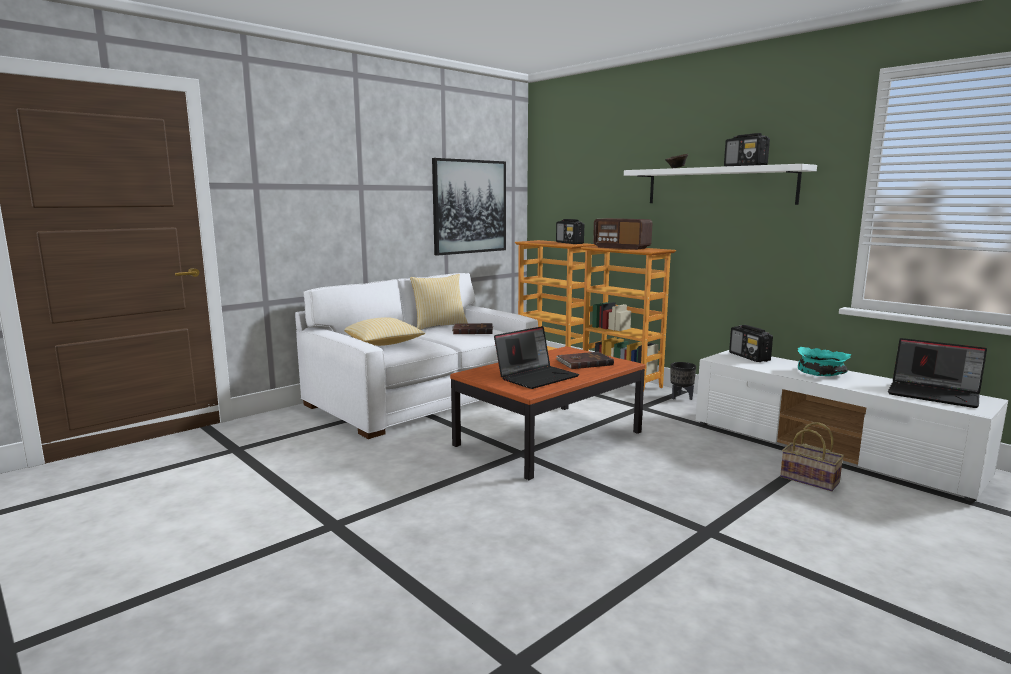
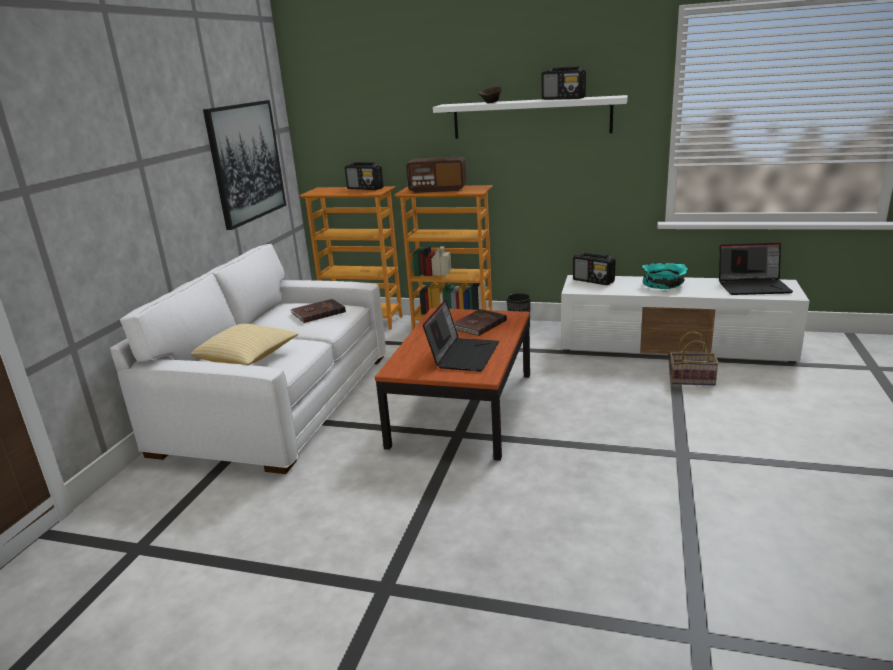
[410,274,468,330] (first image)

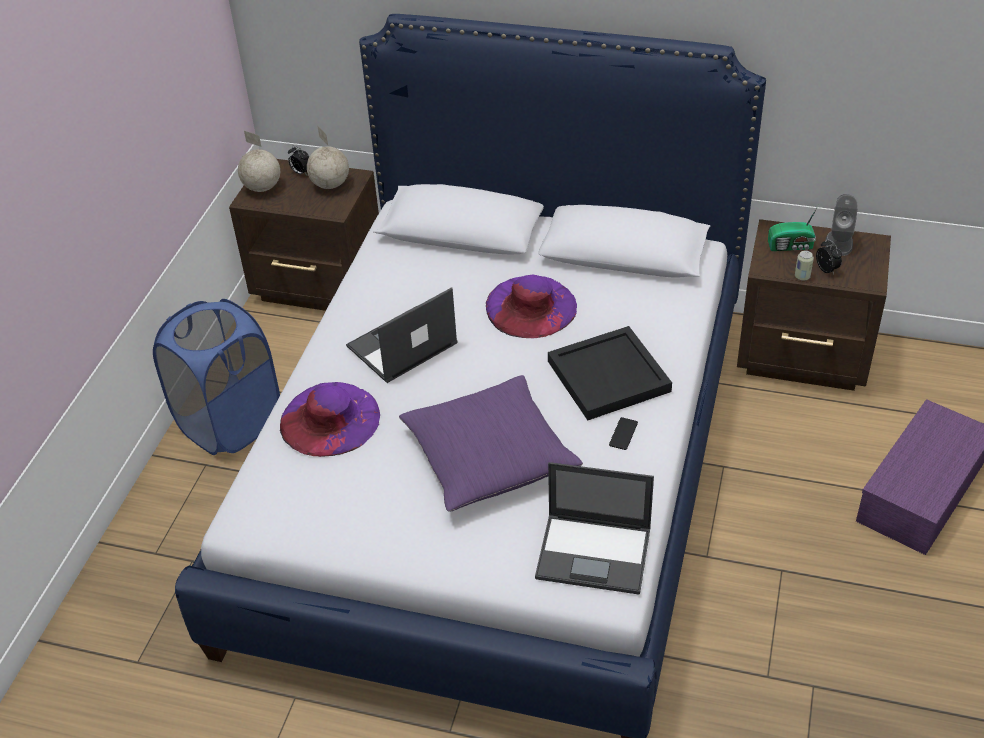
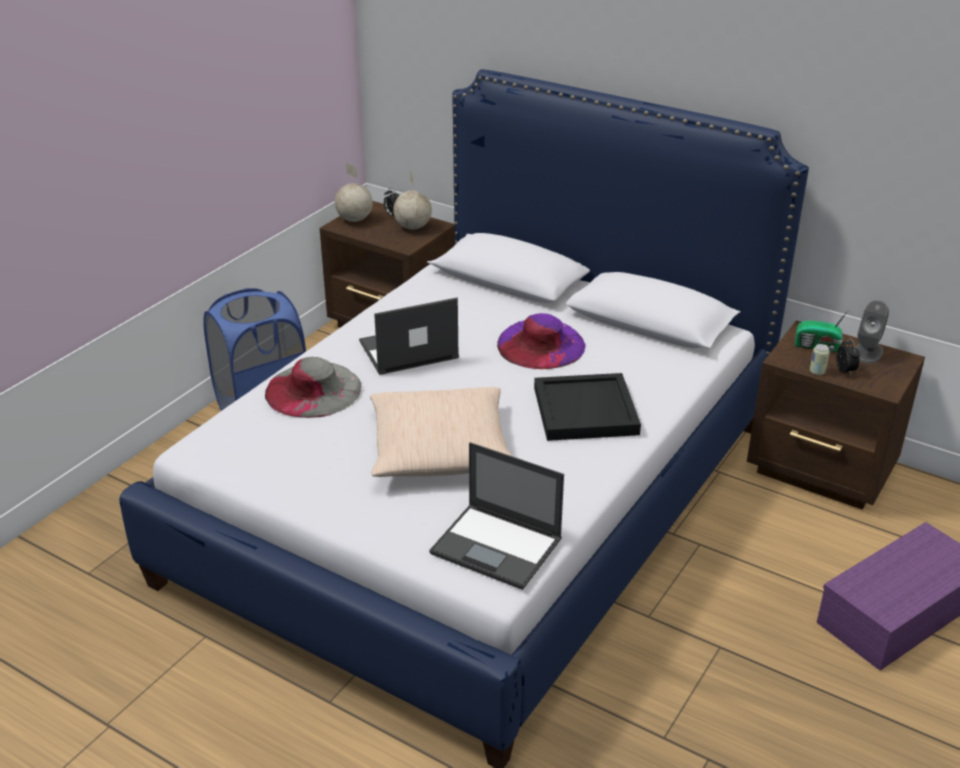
[265,357,361,418]
[370,387,513,477]
[609,417,638,450] (first image)

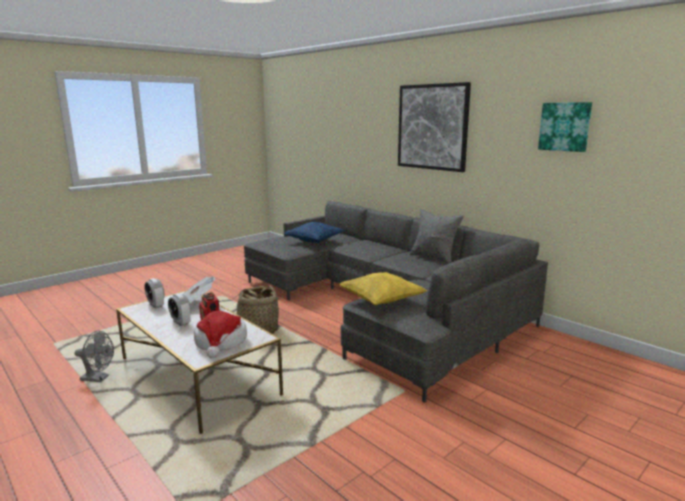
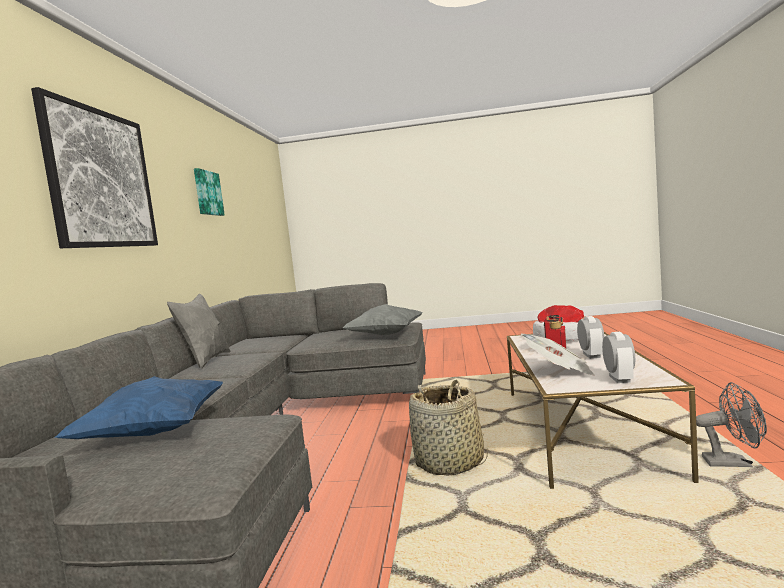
[696,382,767,467]
[343,304,422,335]

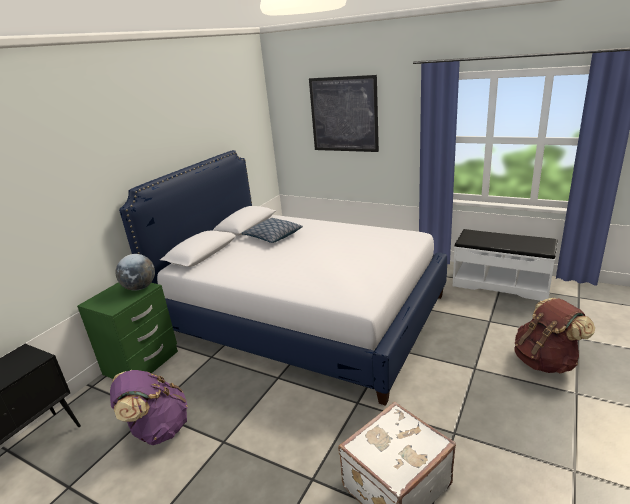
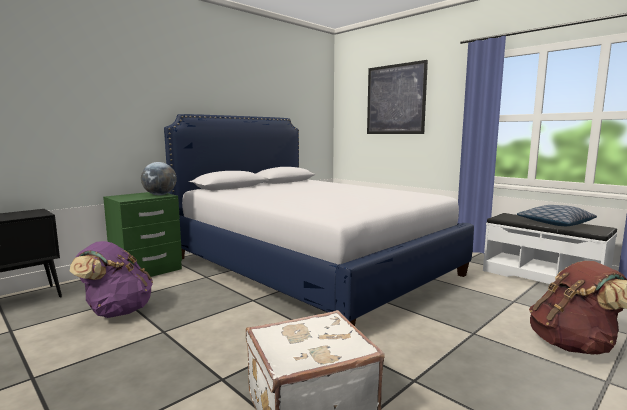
[517,205,597,226]

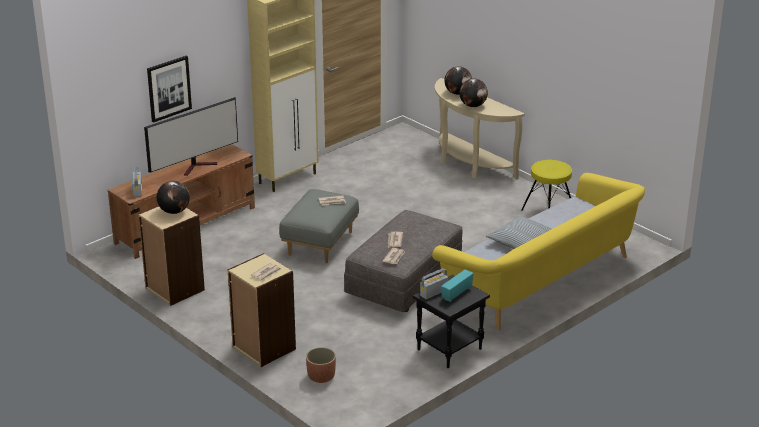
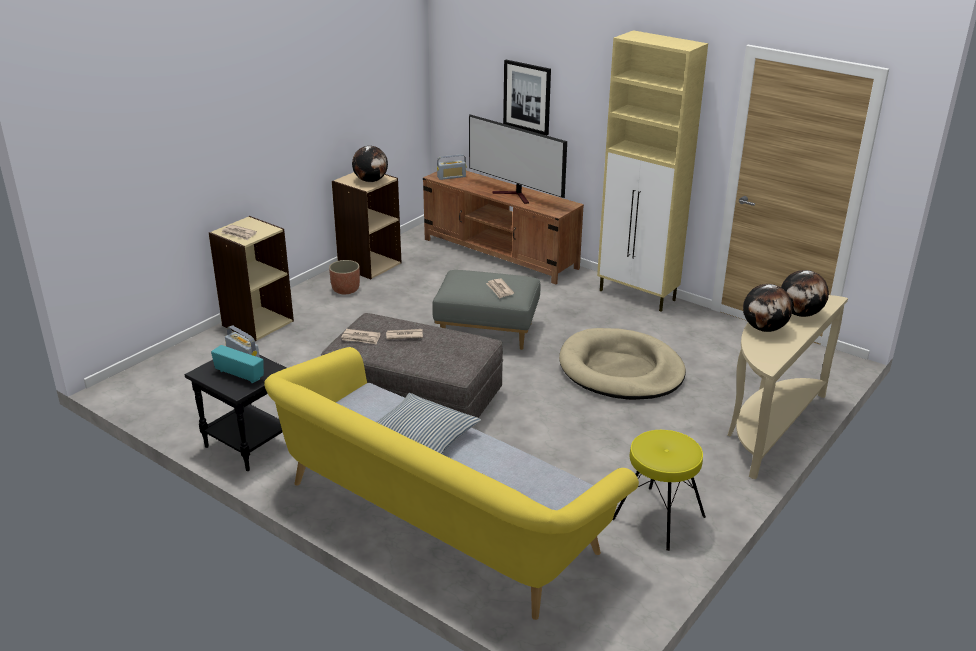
[329,260,360,294]
[559,328,686,400]

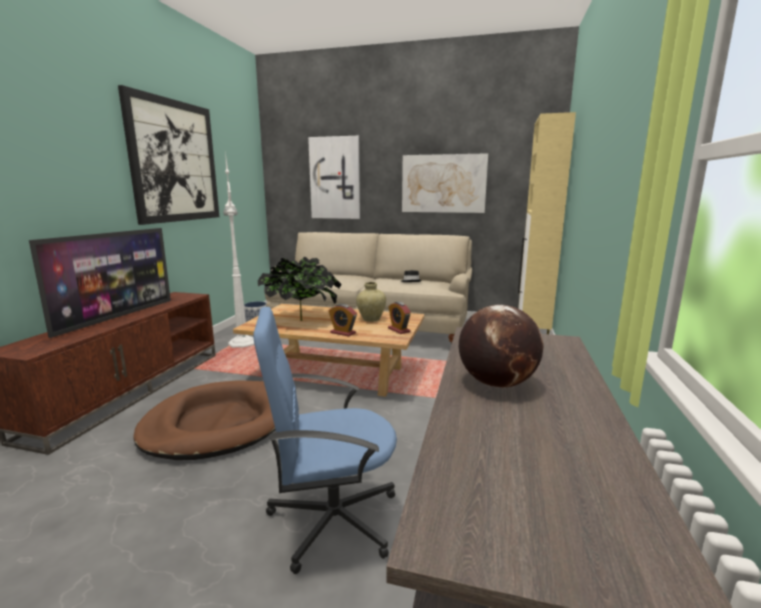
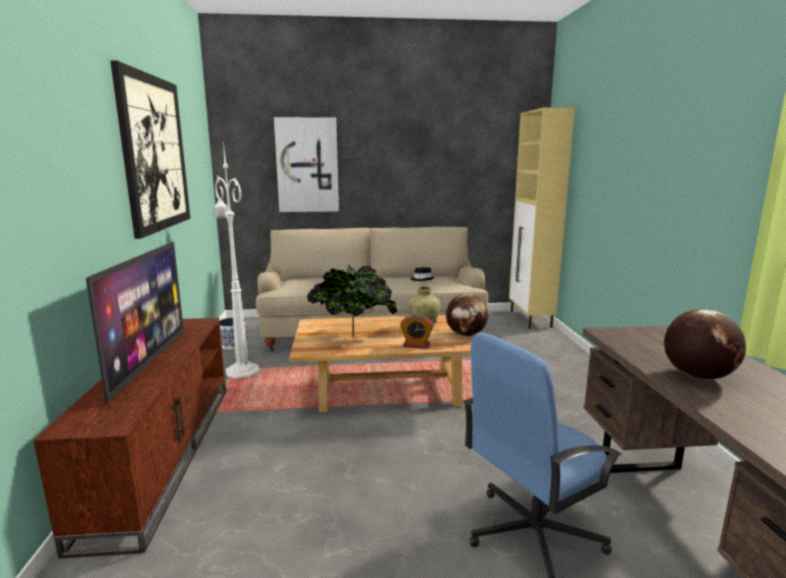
[133,380,276,460] (first image)
[446,294,489,336]
[402,153,488,213] (first image)

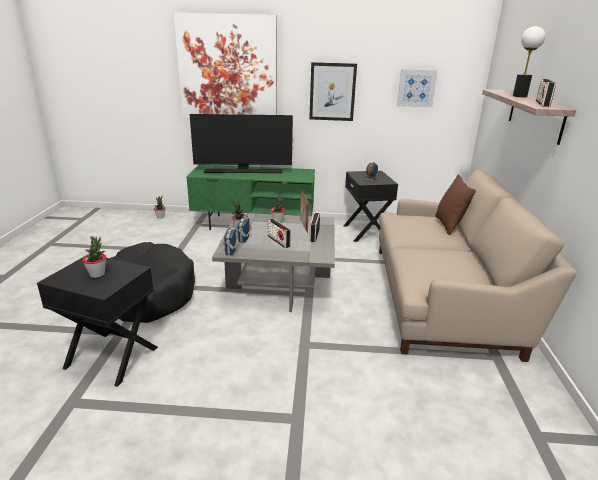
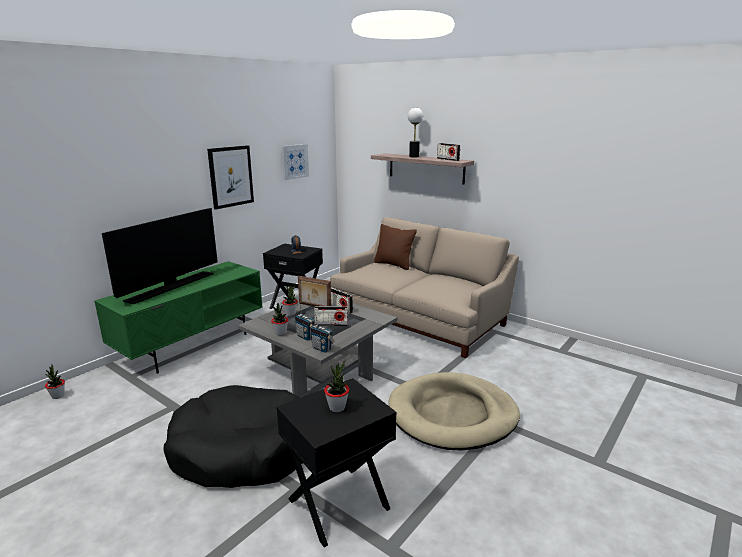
[174,13,277,119] (first image)
[388,372,520,450]

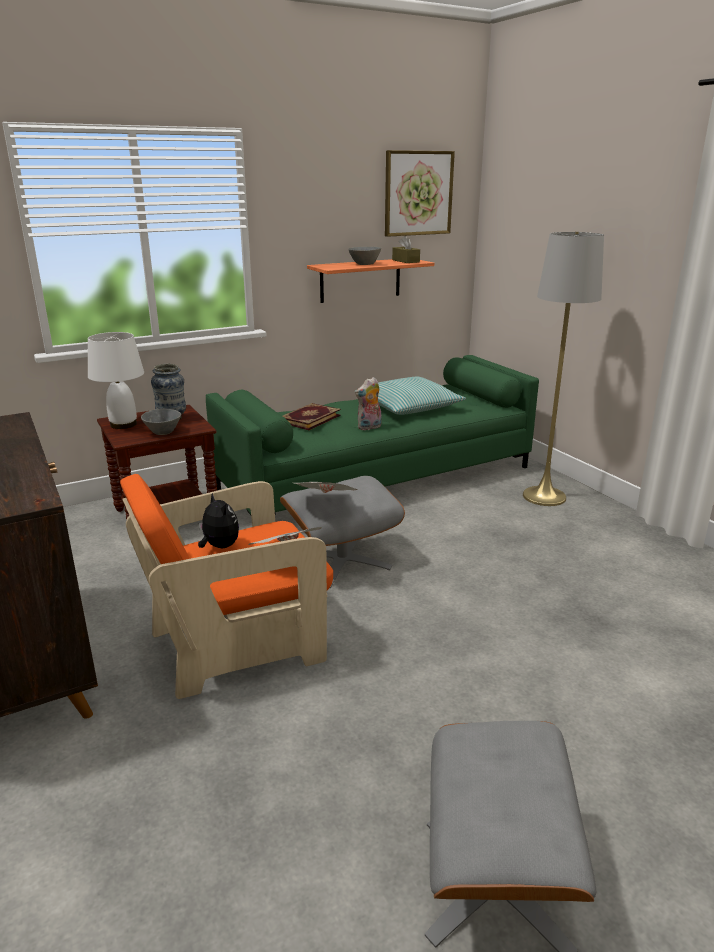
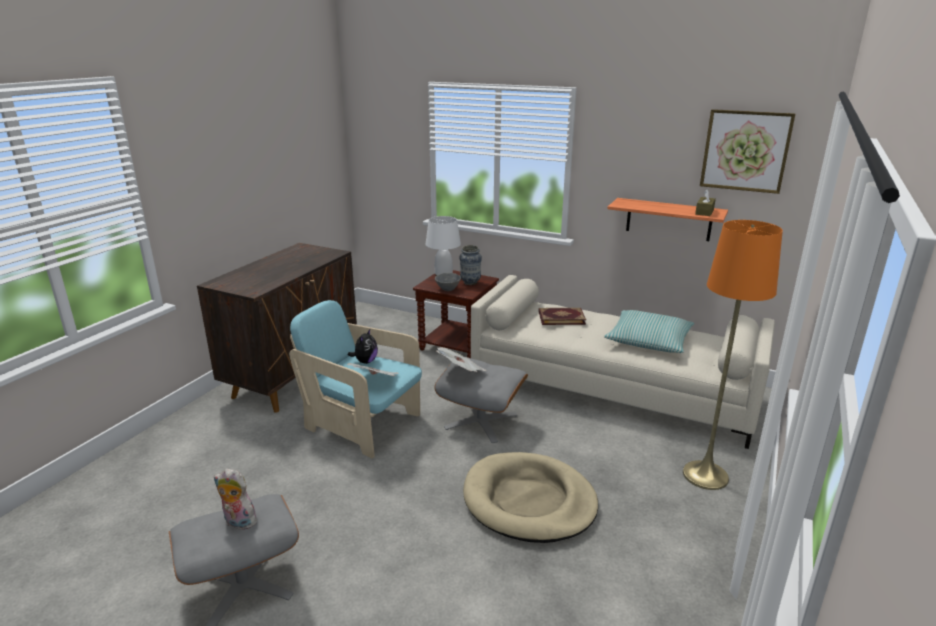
[289,300,422,459]
[471,275,775,449]
[348,247,381,265] (first image)
[214,468,259,530]
[683,220,783,490]
[463,452,598,543]

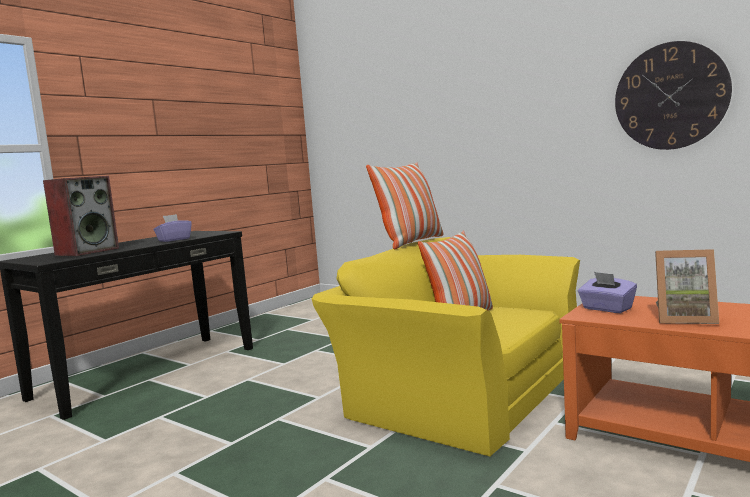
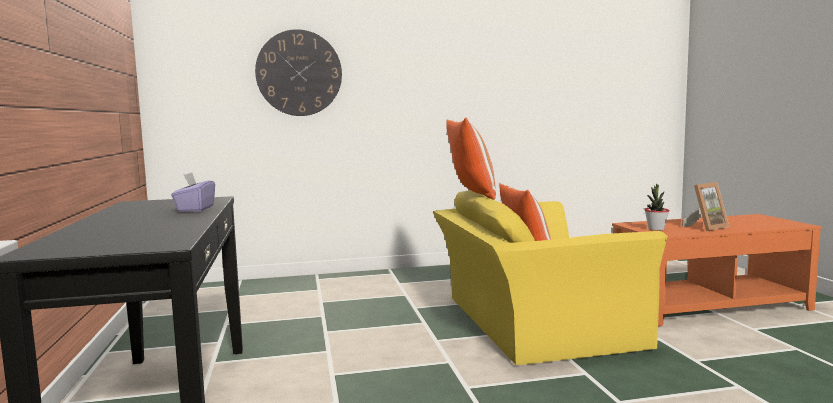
[43,176,119,256] (first image)
[645,184,670,231]
[255,29,342,116]

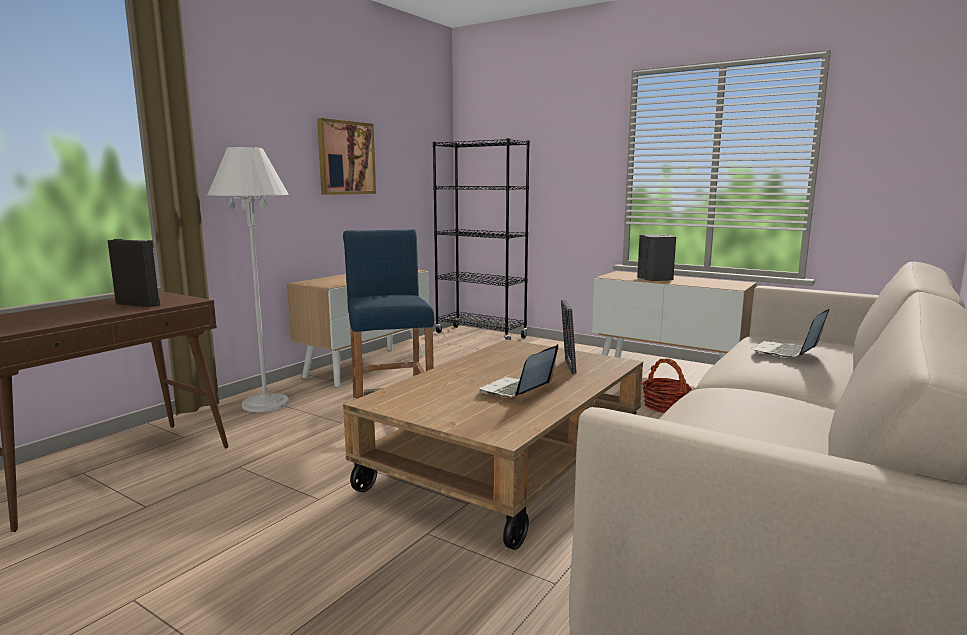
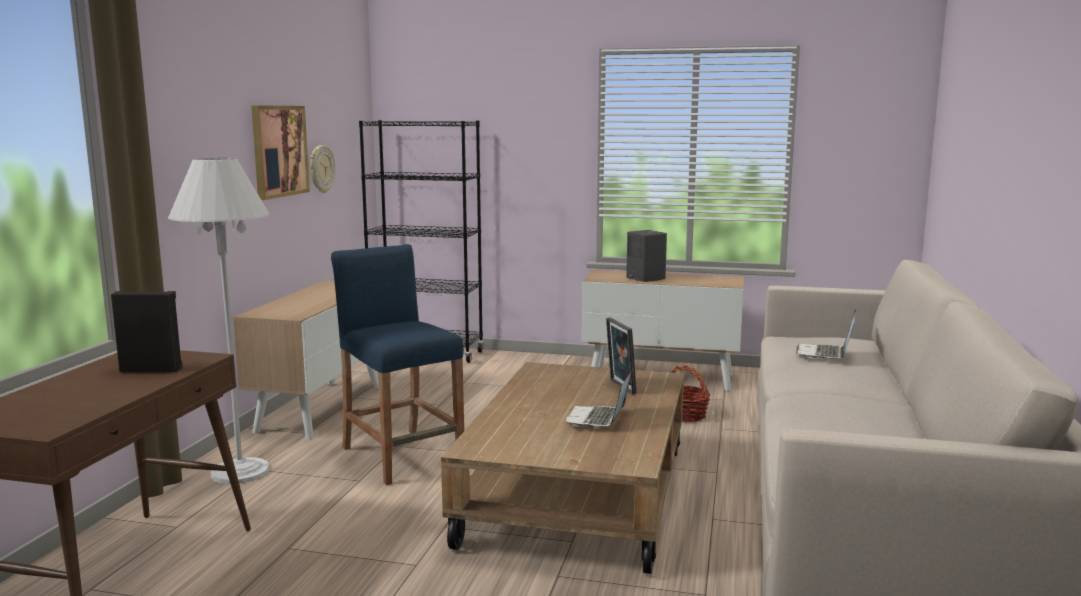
[310,145,335,193]

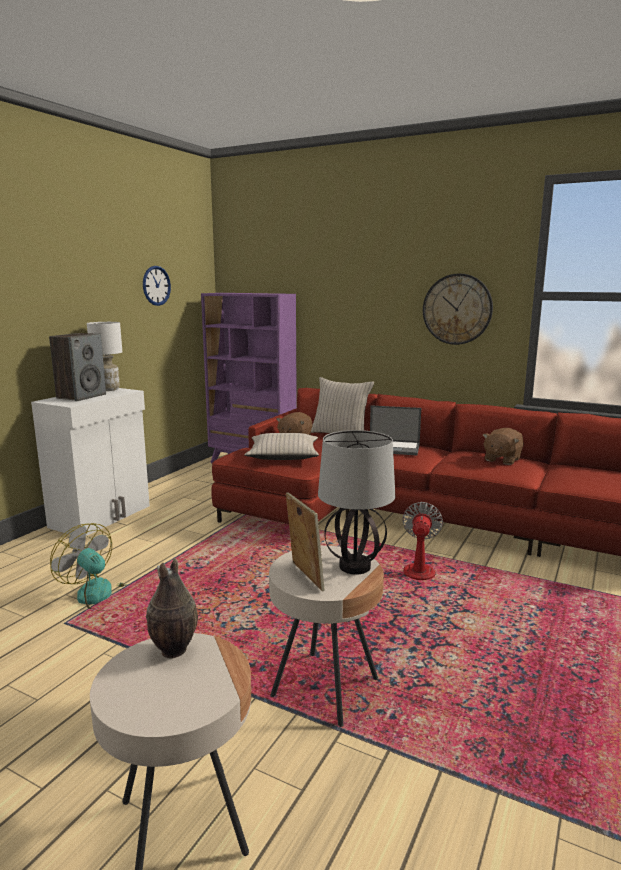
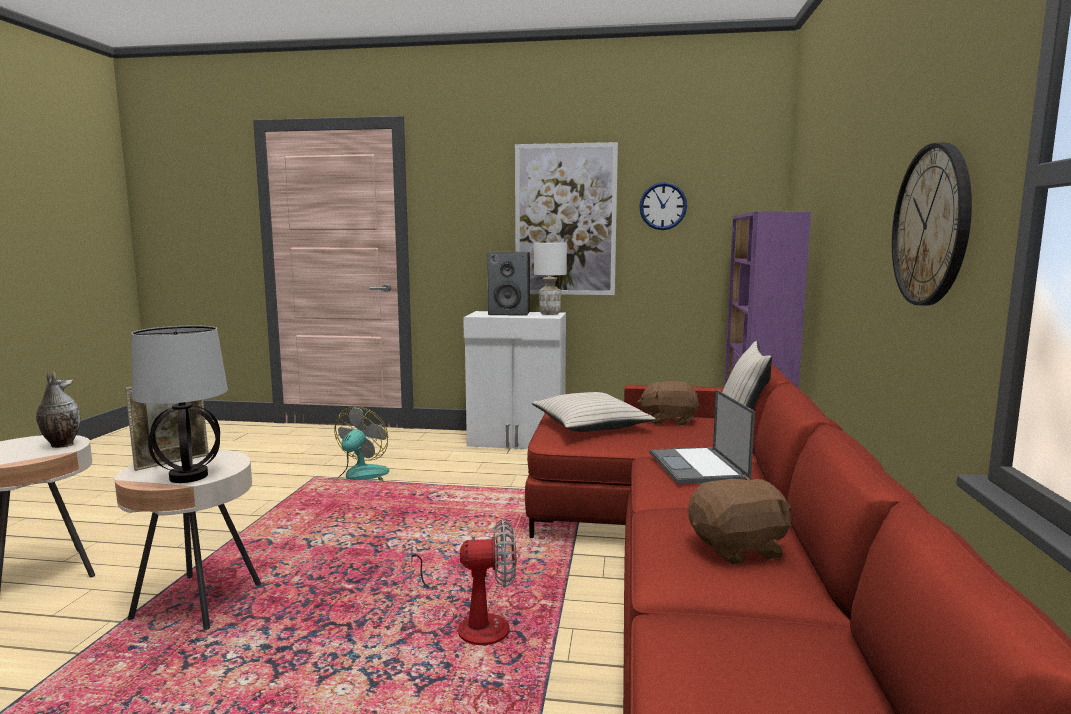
[688,476,791,564]
[515,142,618,295]

